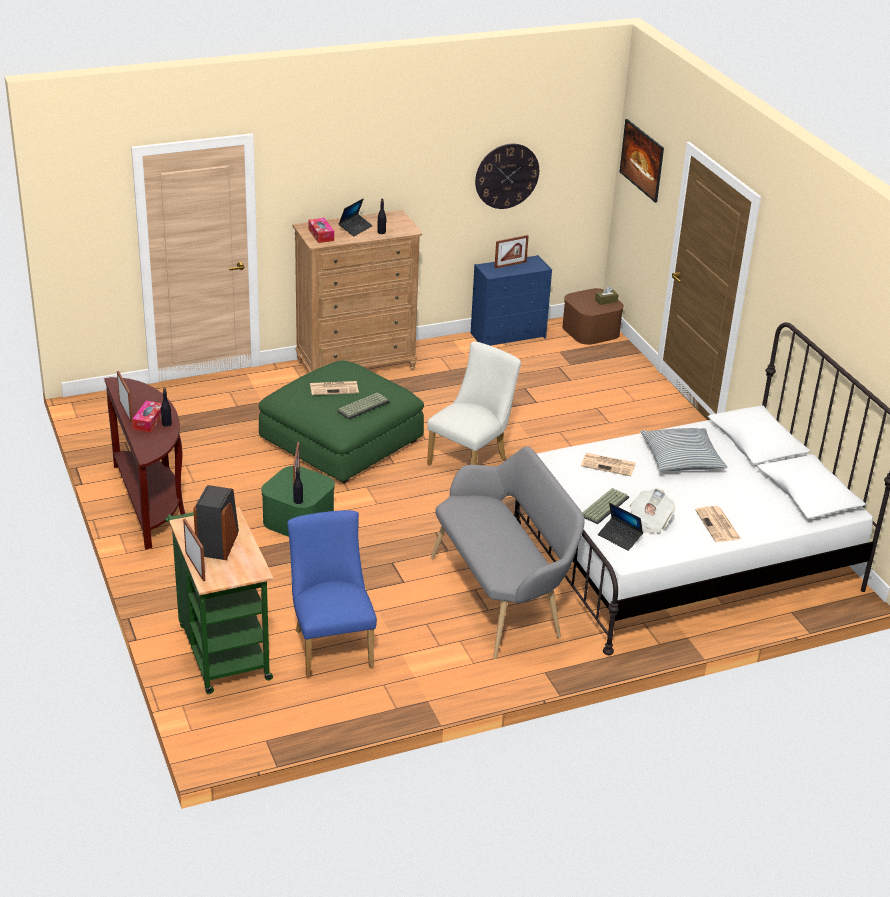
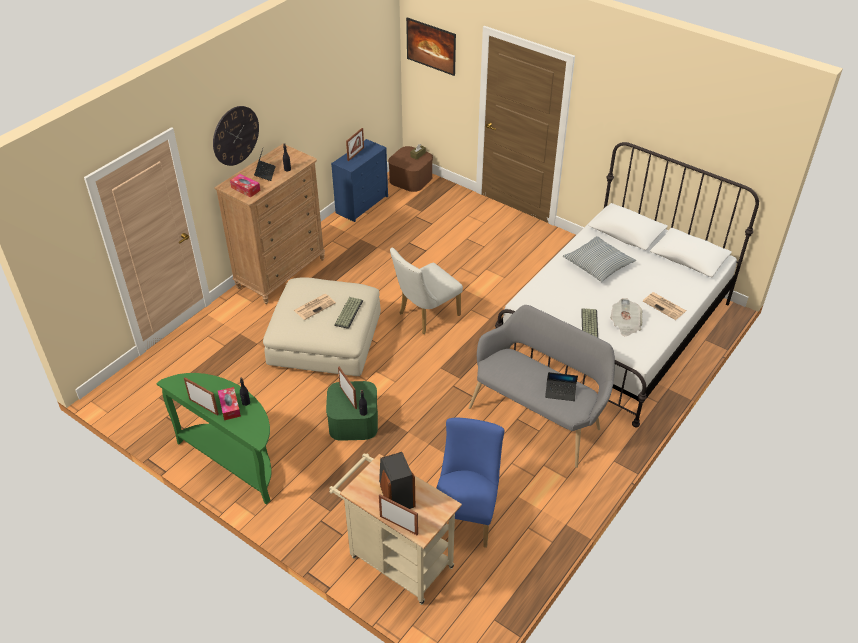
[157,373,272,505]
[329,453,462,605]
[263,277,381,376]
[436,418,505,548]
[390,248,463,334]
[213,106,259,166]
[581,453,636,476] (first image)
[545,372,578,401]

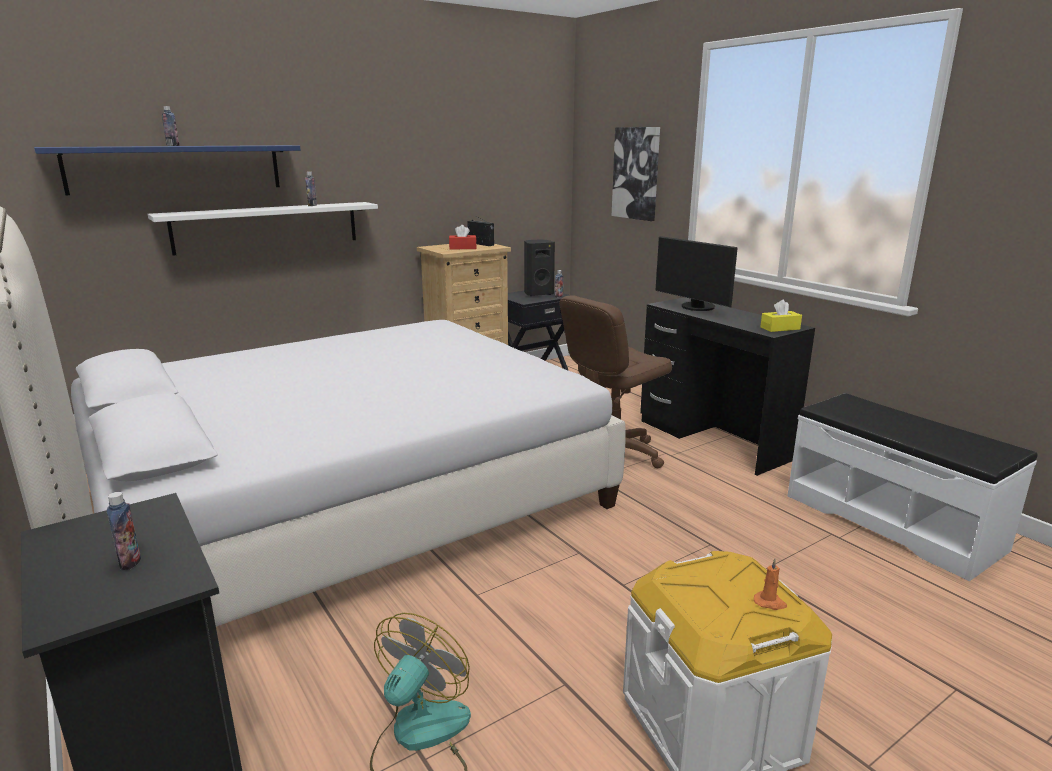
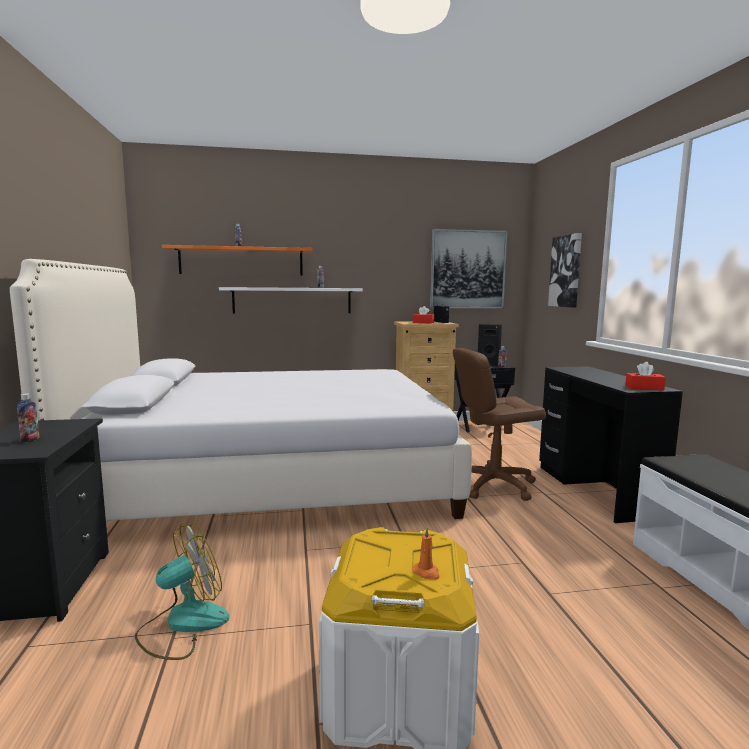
[162,245,313,275]
[655,236,738,311] (first image)
[625,362,666,391]
[430,229,507,309]

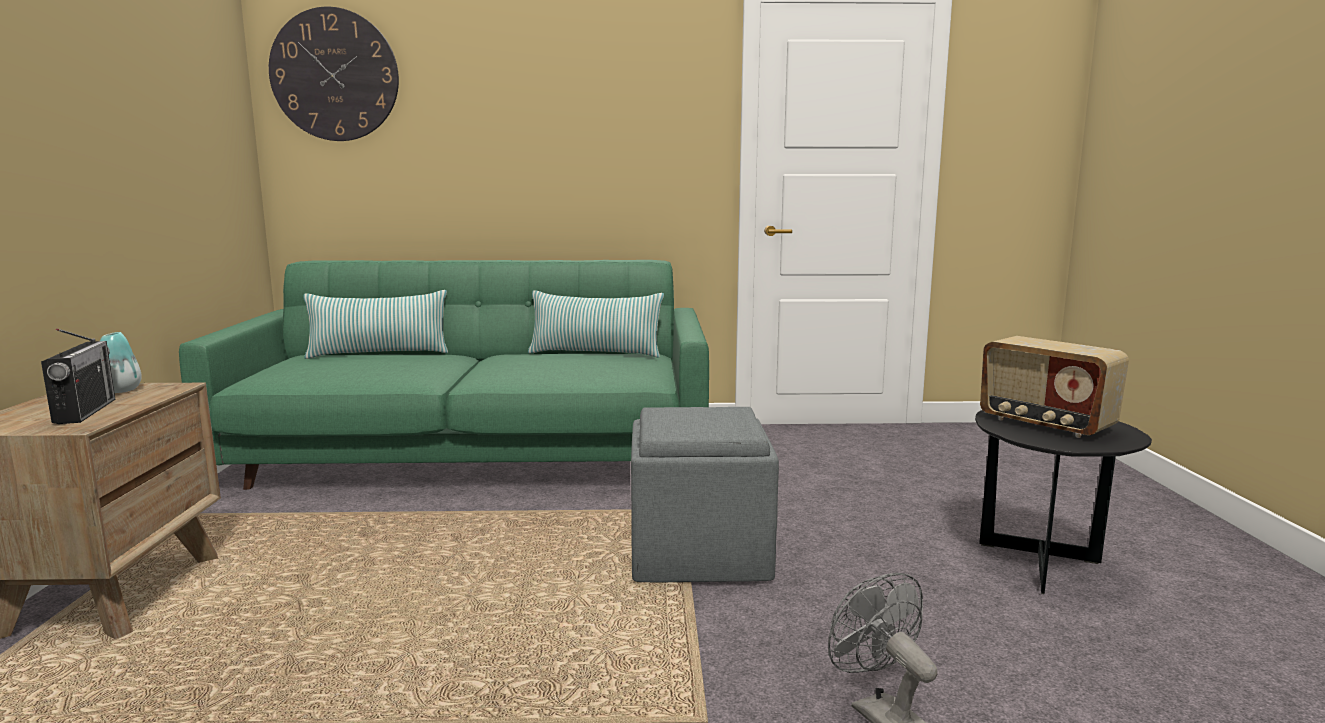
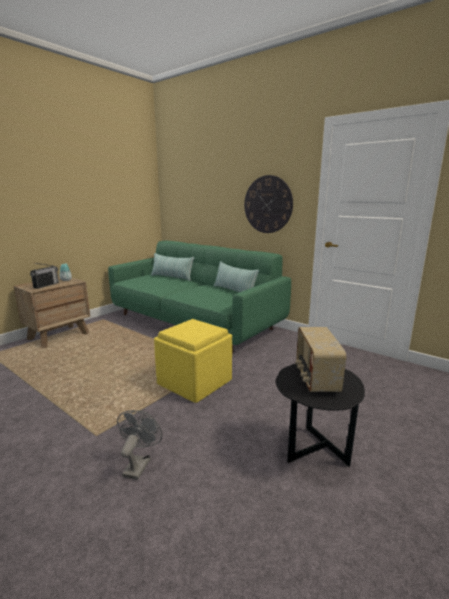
[244,175,293,233]
[154,319,232,403]

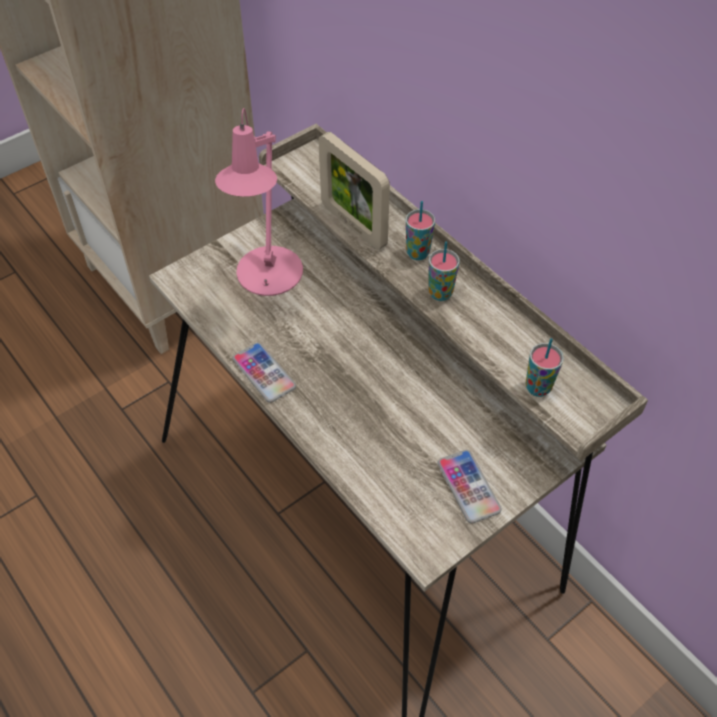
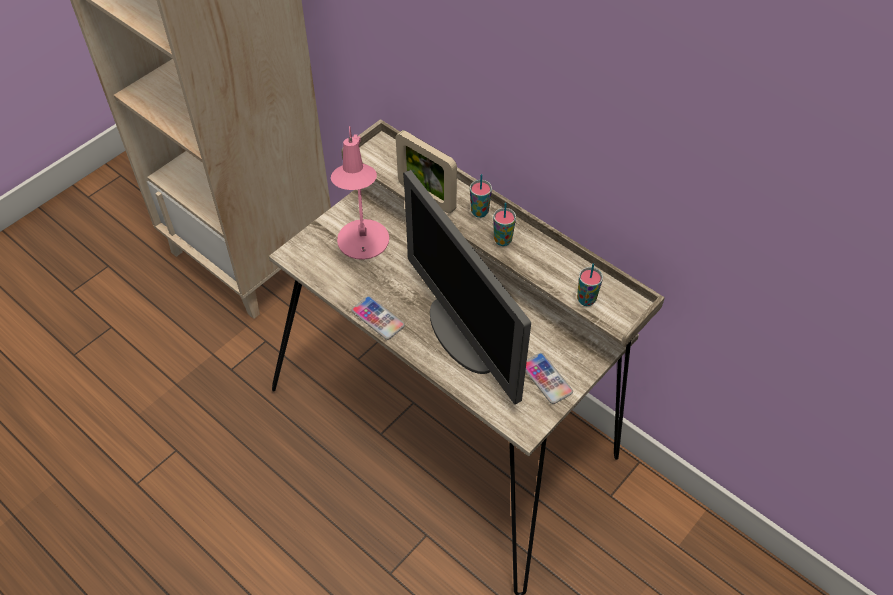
[403,170,531,405]

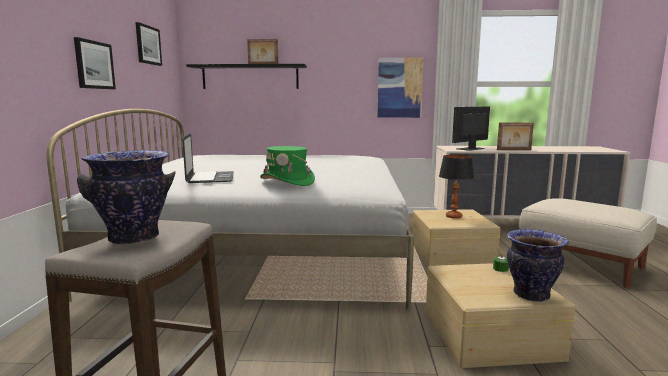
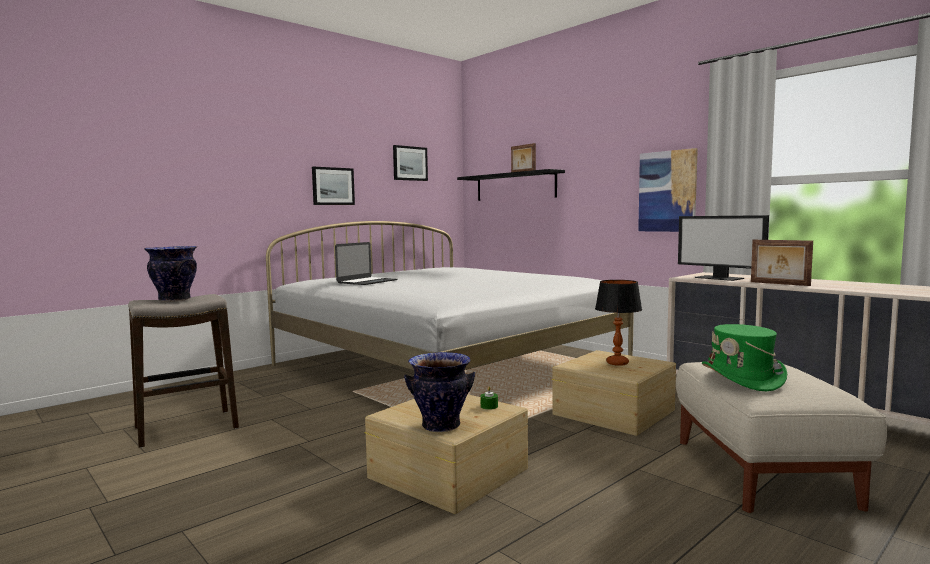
[702,324,787,391]
[678,215,769,281]

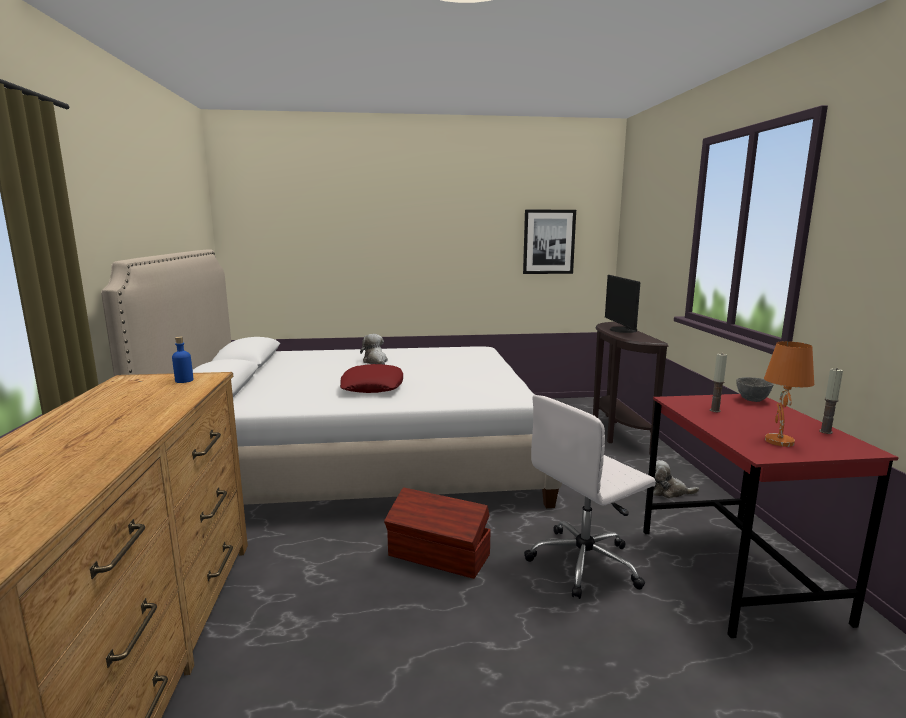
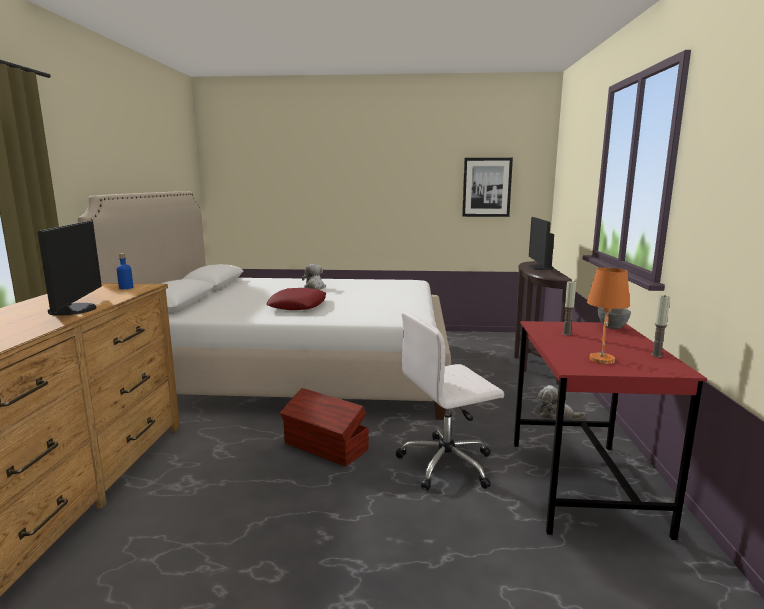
[37,221,102,315]

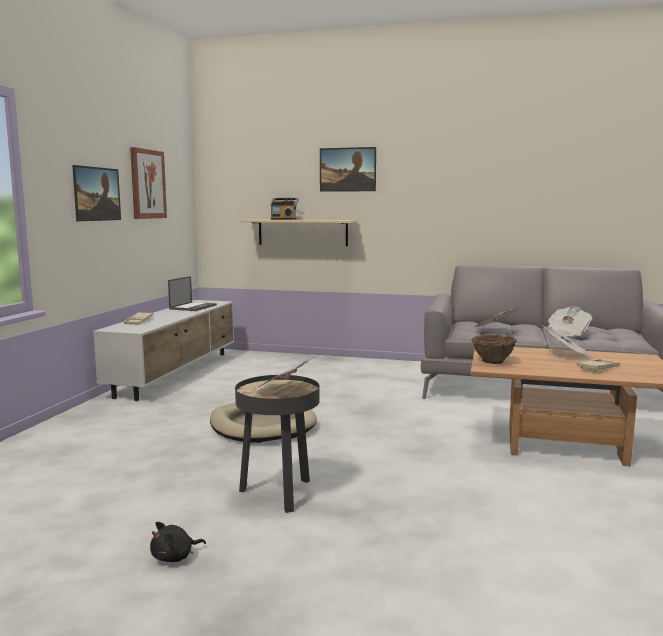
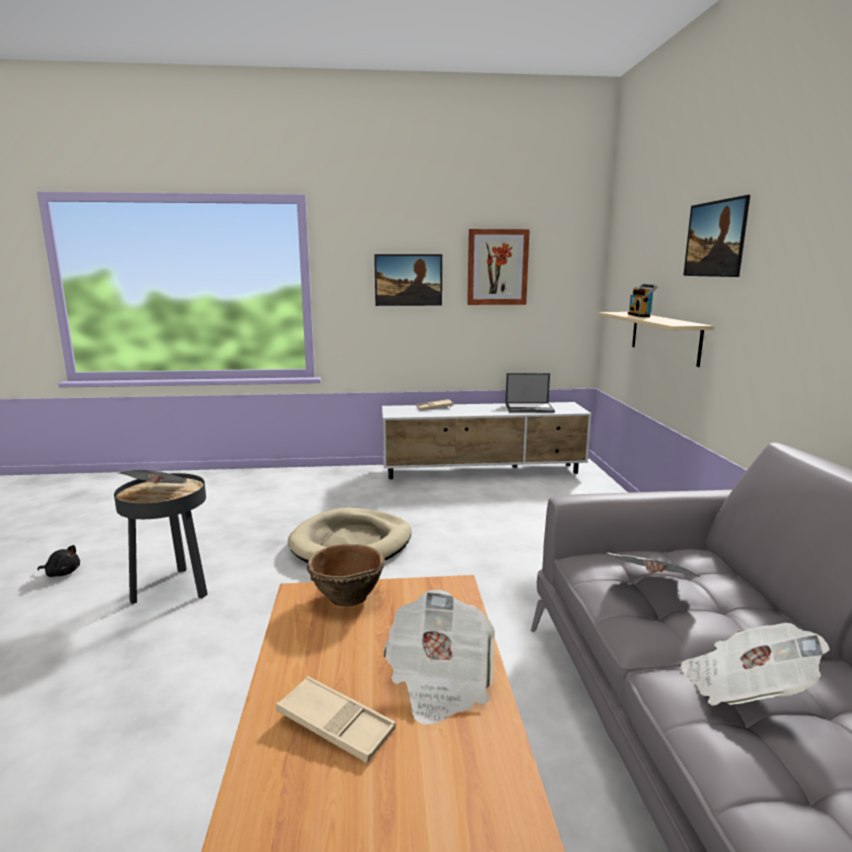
[37,545,80,577]

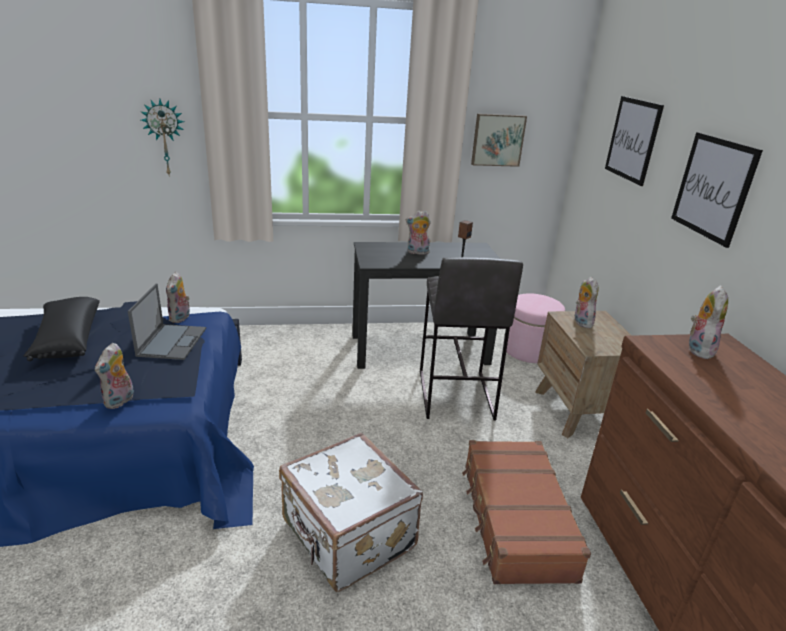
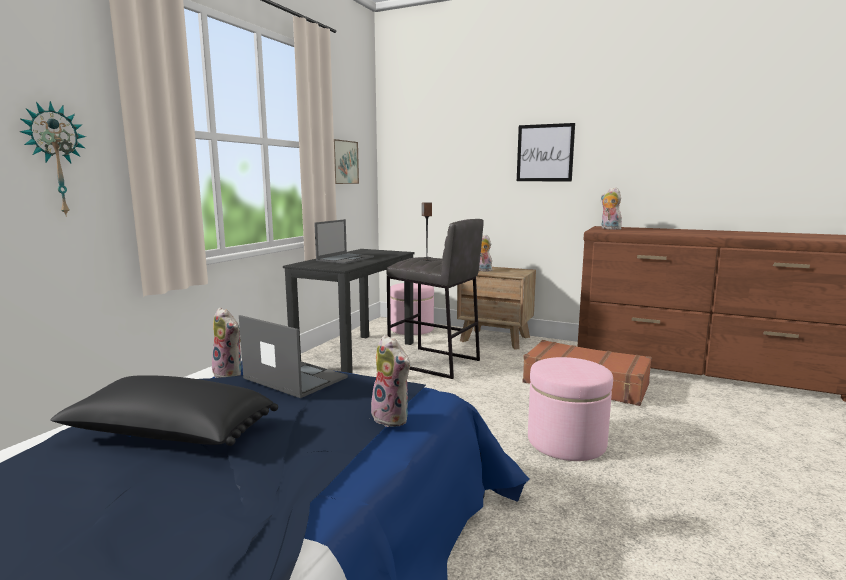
[528,357,613,461]
[314,219,374,264]
[605,96,664,186] (first image)

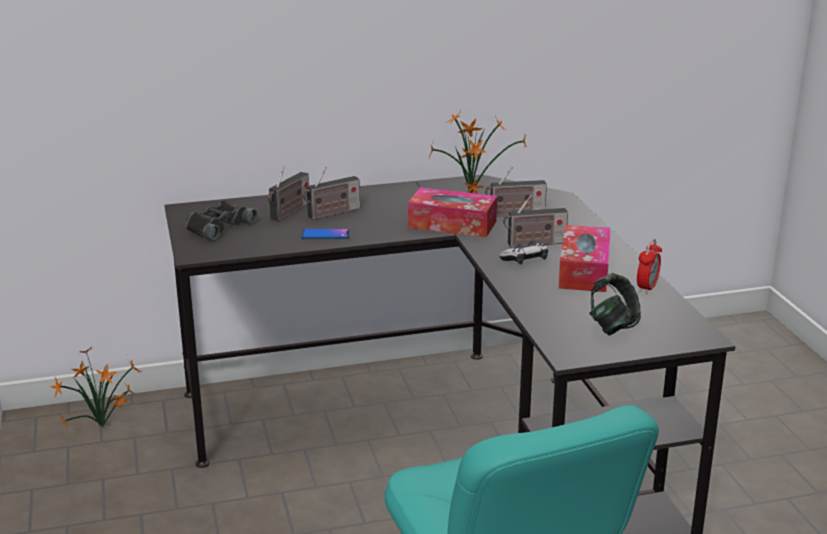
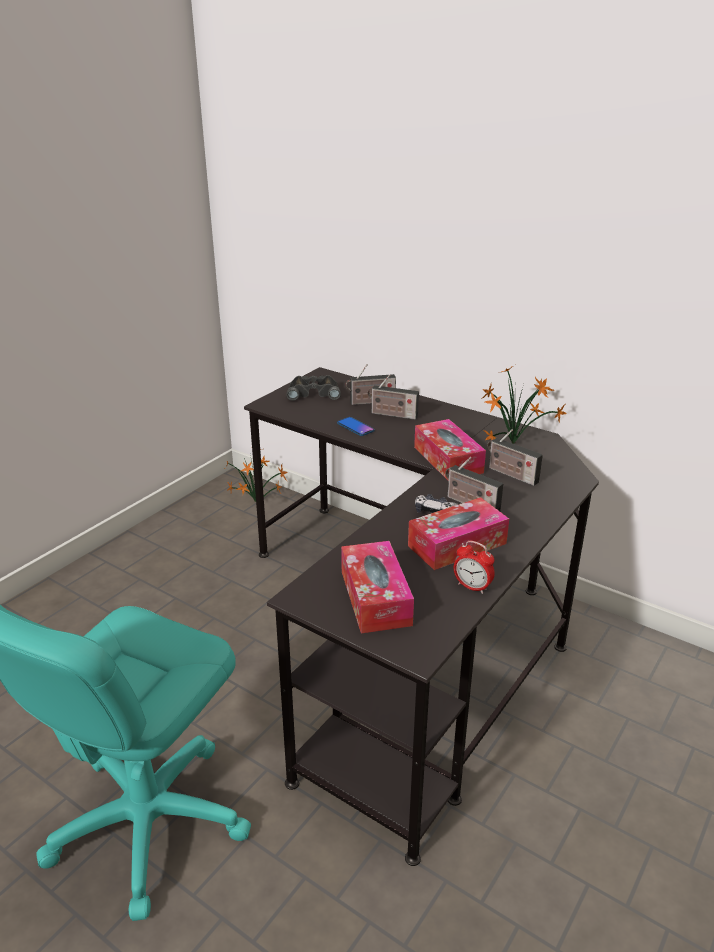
[341,541,414,633]
[454,541,495,594]

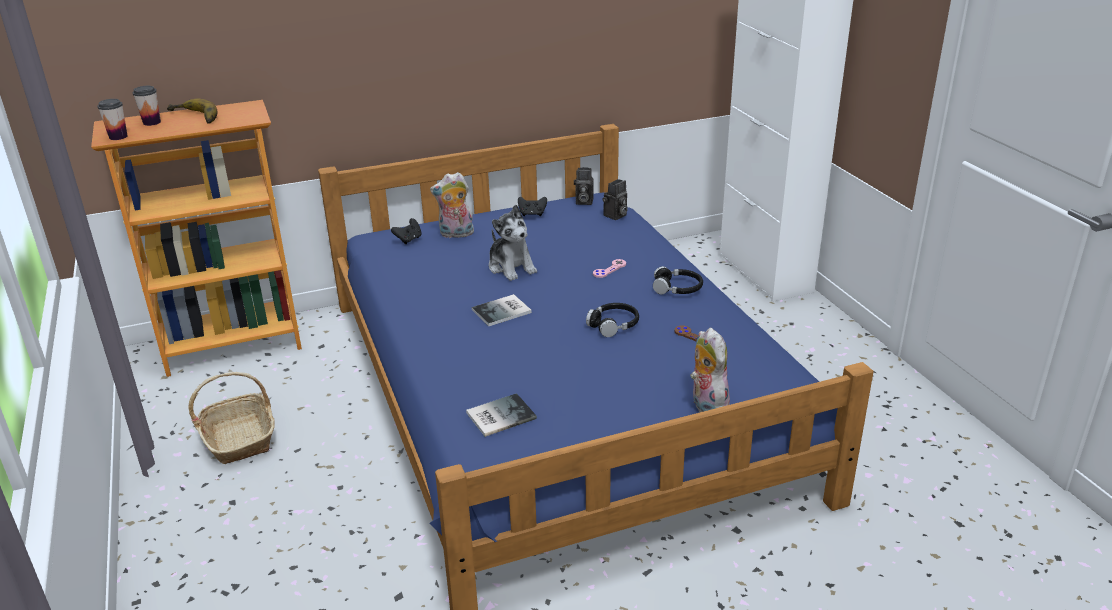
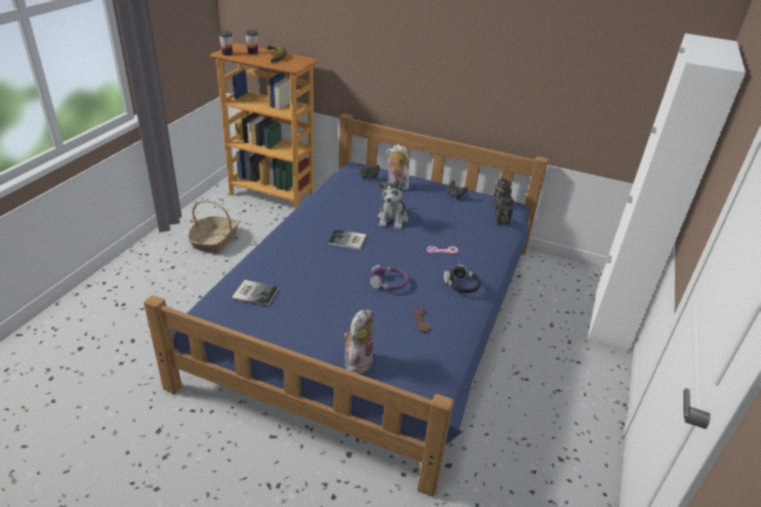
[370,265,409,290]

